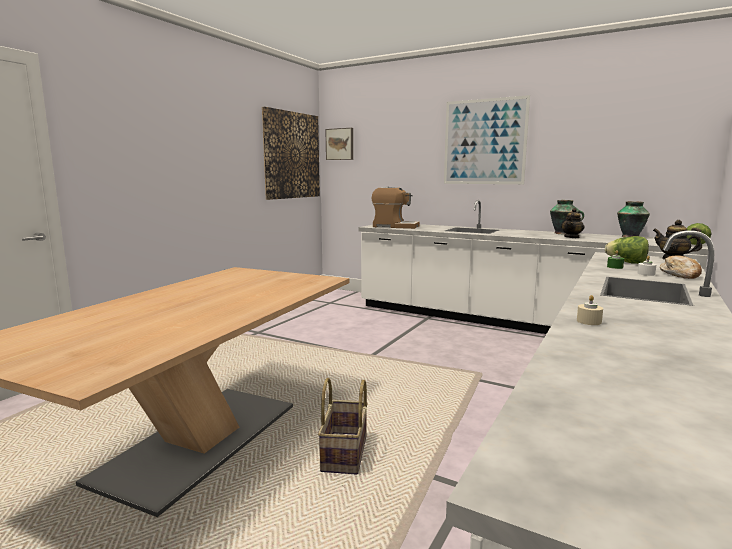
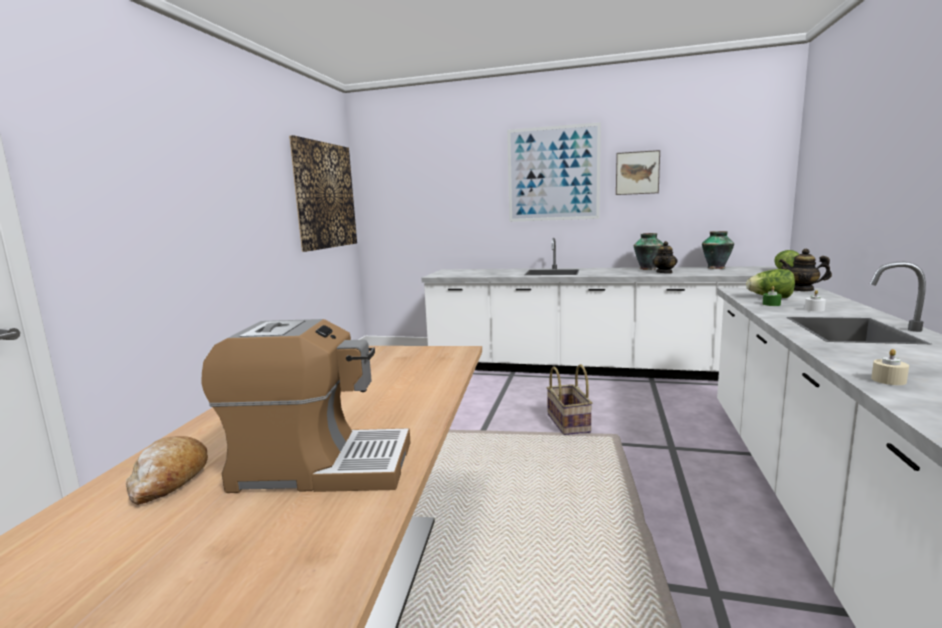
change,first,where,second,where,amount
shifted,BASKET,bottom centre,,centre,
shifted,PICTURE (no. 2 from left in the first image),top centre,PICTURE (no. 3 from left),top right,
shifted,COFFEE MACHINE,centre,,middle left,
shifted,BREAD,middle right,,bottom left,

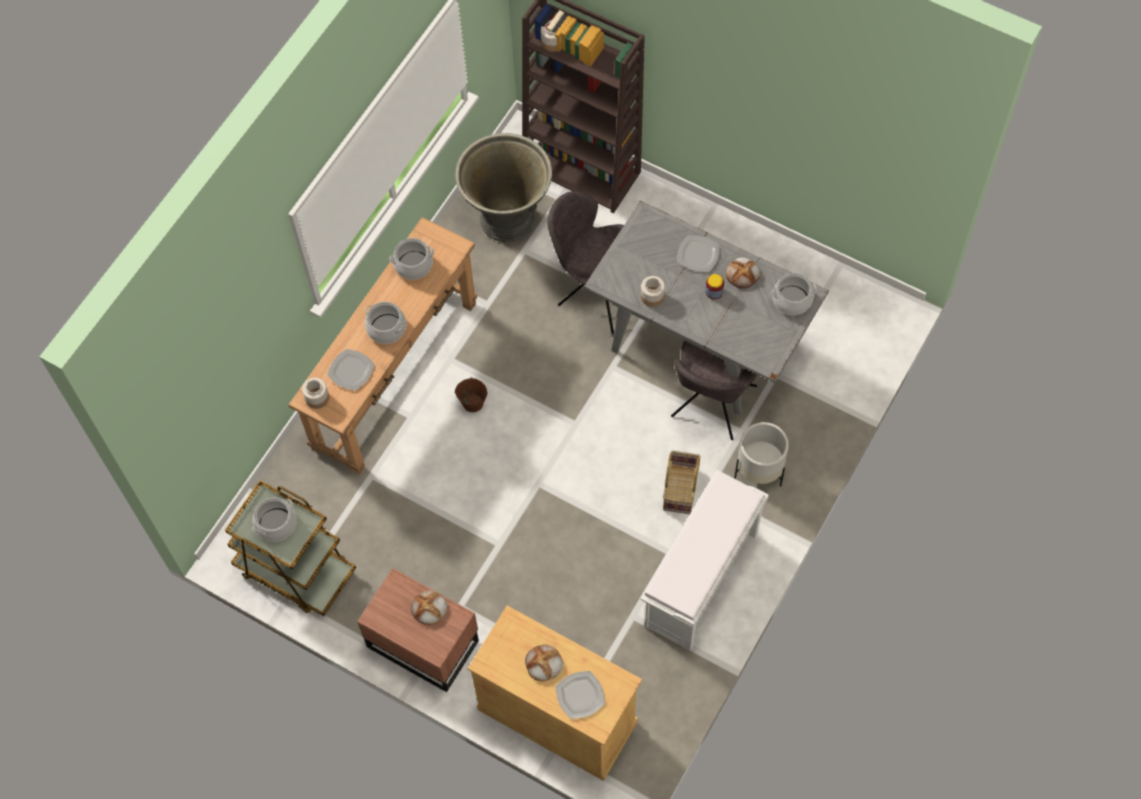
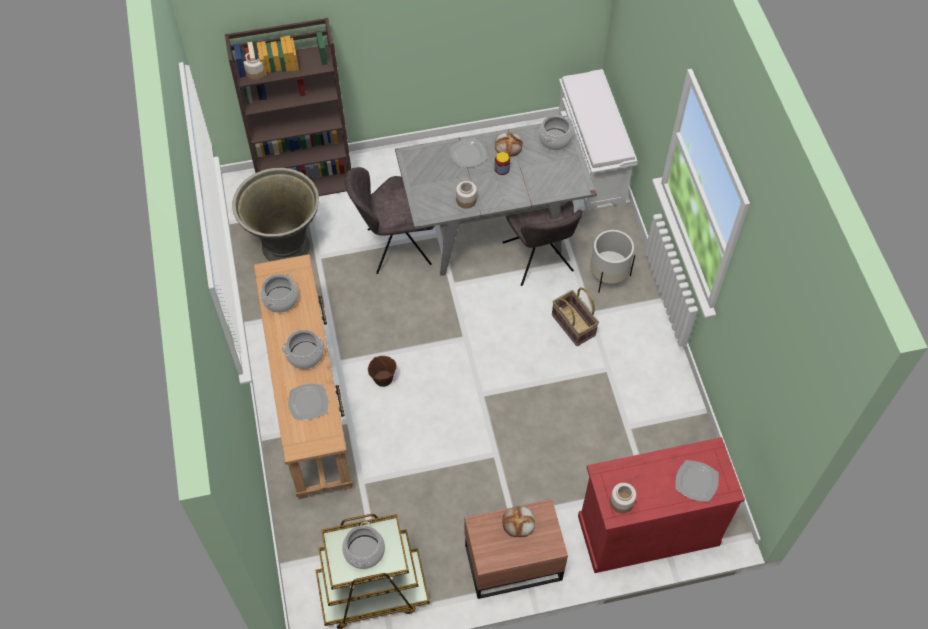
change,first,where,second,where,amount
gone,BREAD (no. 2 from left),bottom centre,,,
shifted,JAR (no. 1 from left in the first image),middle left,JAR (no. 4 from left),bottom right,
shifted,WHITE BENCH,bottom centre,,top centre,
repainted,BEIGE CABINET,bottom centre,RED CABINET,bottom right,

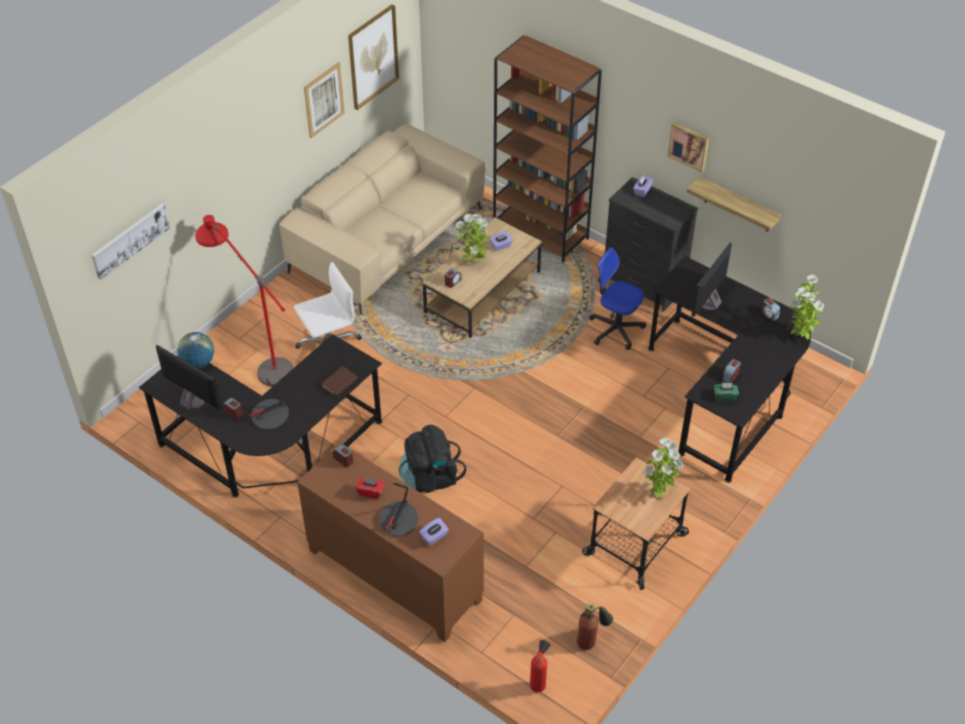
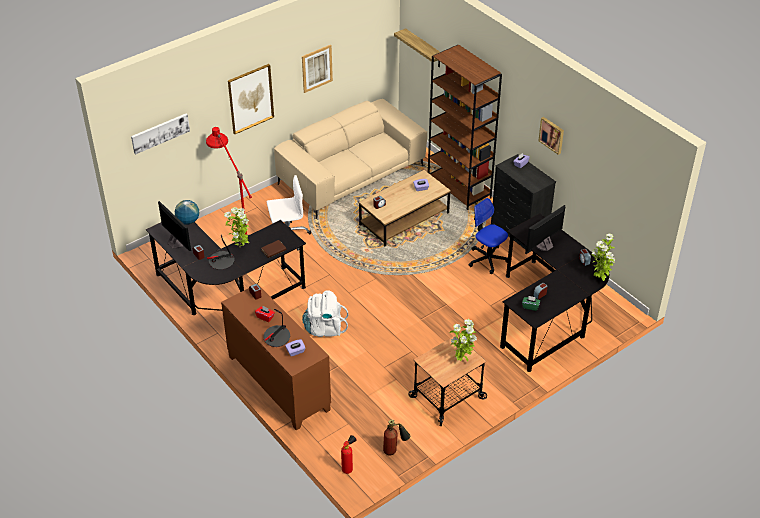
change,first,where,second,where,amount
shifted,PICTURE (no. 3 from left in the first image),top centre,PICTURE (no. 2 from left),top left,
shifted,POTTED PLANT (no. 1 from left),top centre,,middle left,
shifted,SHELF,top right,,top centre,
repainted,BLACK BACKPACK,centre,WHITE BACKPACK,centre,

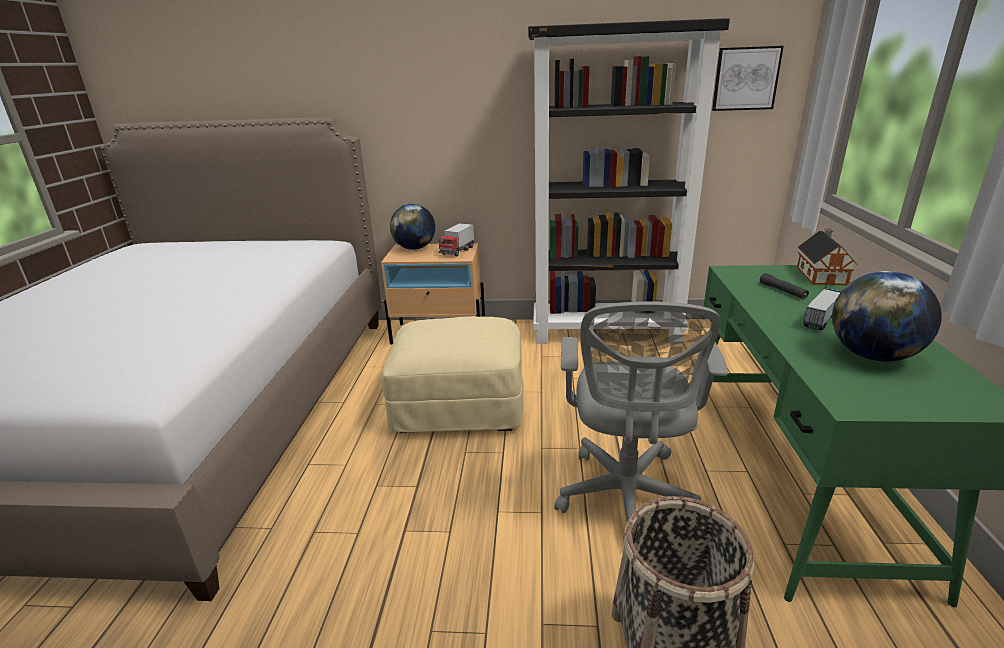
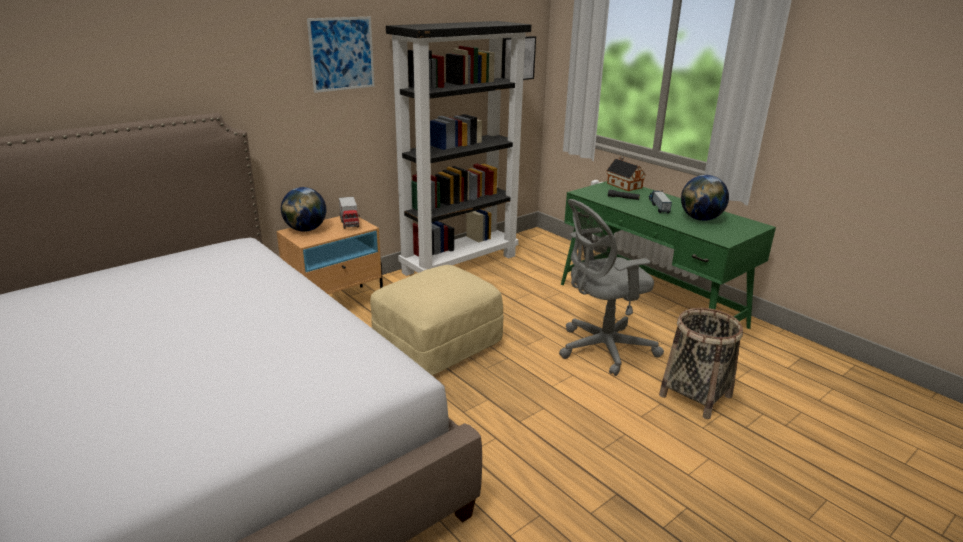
change,first,where,second,where,amount
new,,,PICTURE (no. 1 from left),top centre,
rotated,GREY OFFICE CHAIR,centre,,centre,105 degrees clockwise

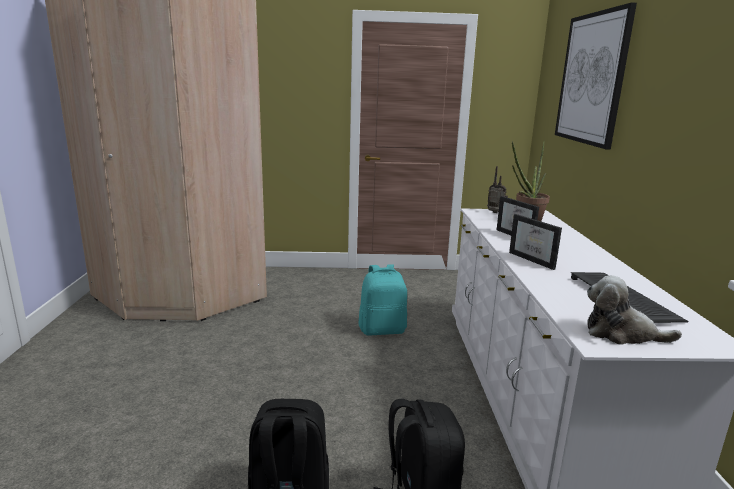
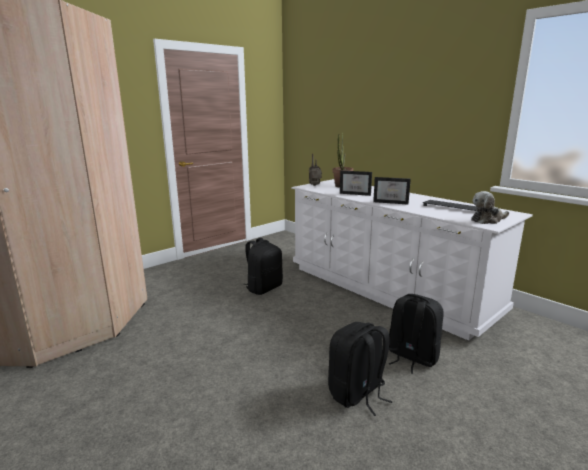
change,first,where,second,where,amount
gone,PICTURE,top right,,,
repainted,TURQUOISE BACKPACK,centre,BLACK BACKPACK (no. 1 from left),centre,

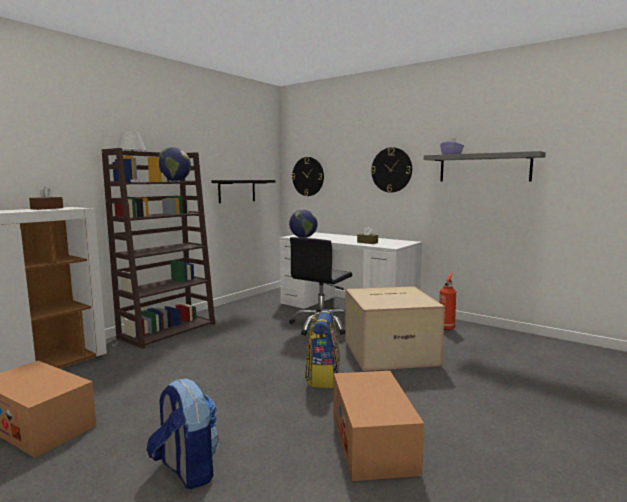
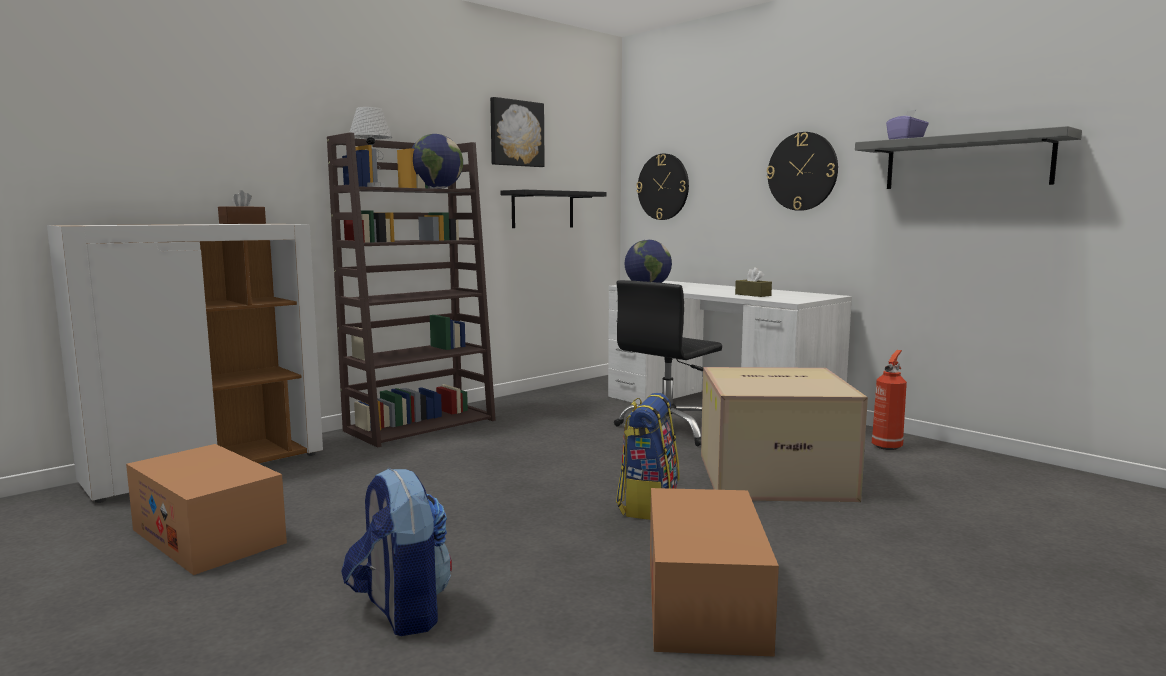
change,first,where,second,where,amount
new,,,PICTURE,top centre,

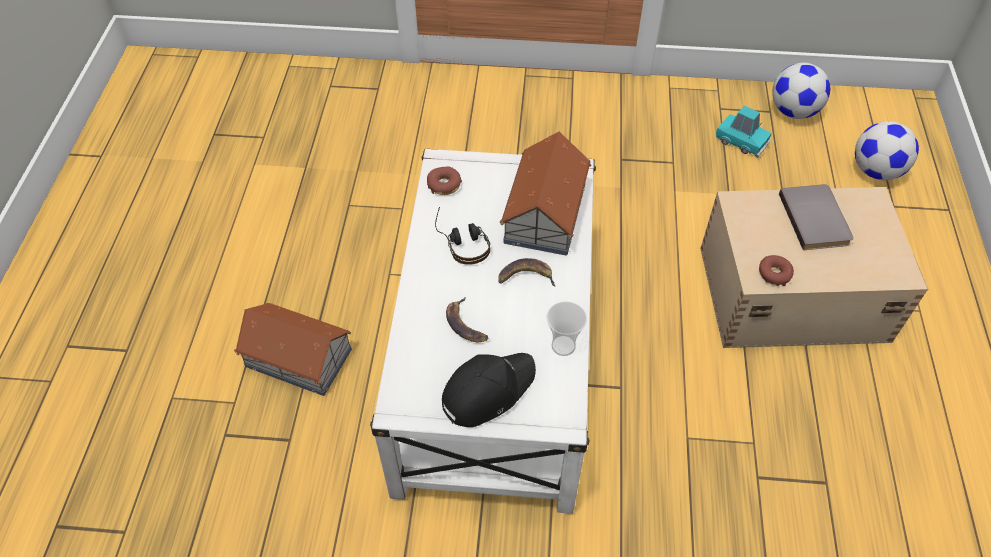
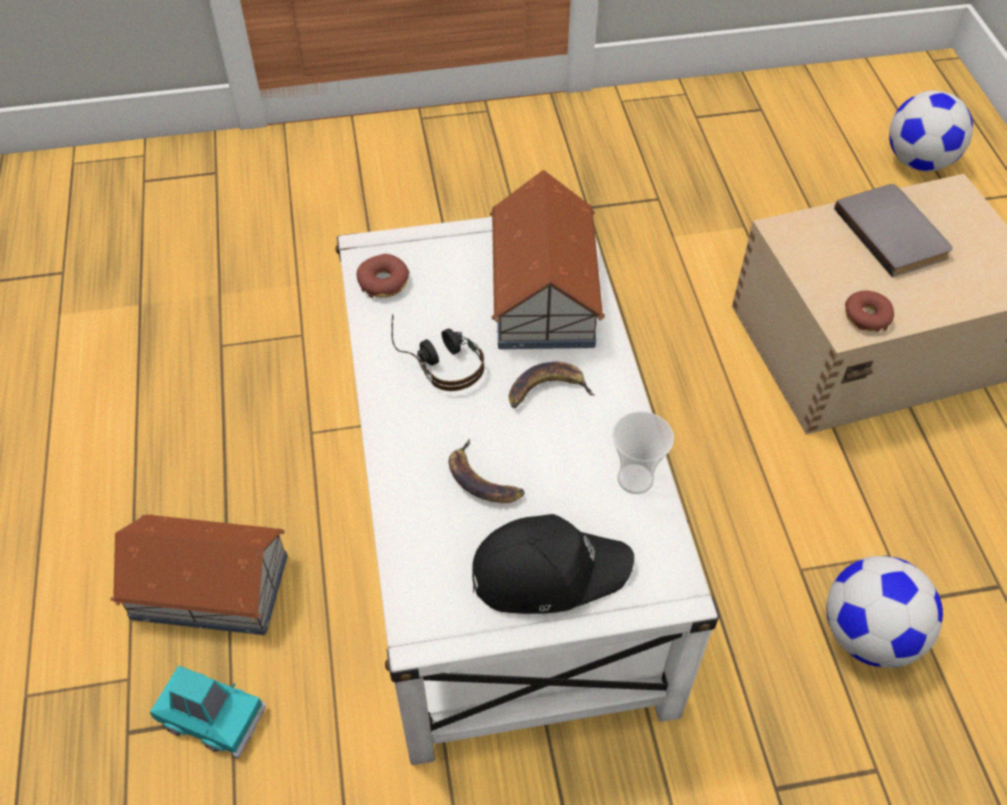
change,first,where,second,where,amount
shifted,TURQUOISE TOY CAR,top right,,bottom left,
shifted,FOOTBALL (no. 1 from left),top right,,bottom right,
rotated,BLACK CAP,bottom centre,,bottom centre,45 degrees clockwise

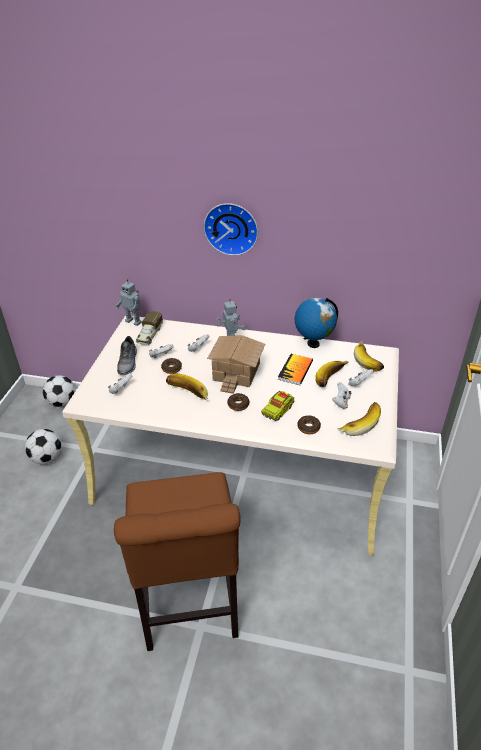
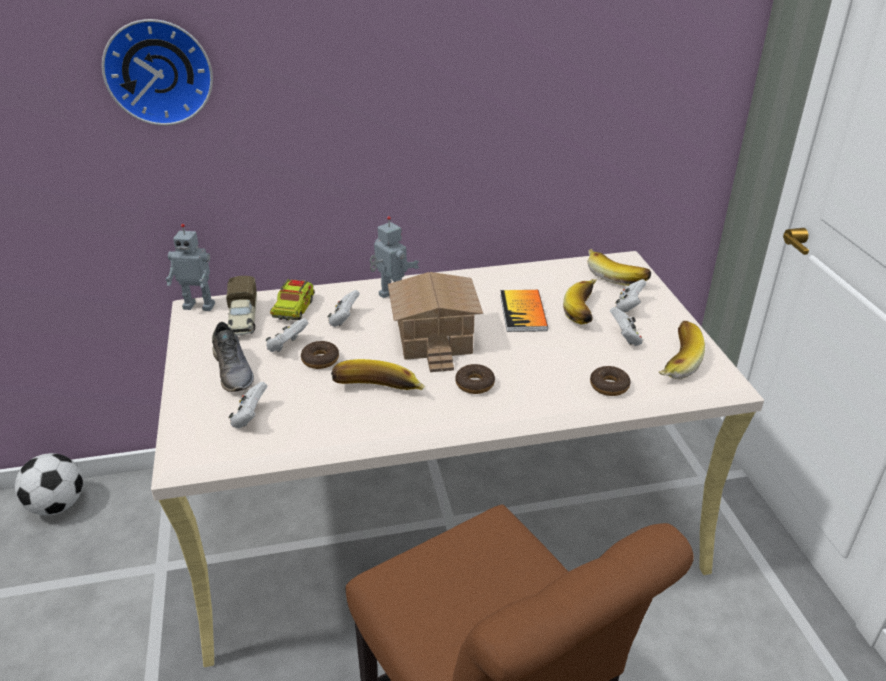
change,first,where,second,where,amount
gone,FOOTBALL (no. 1 from left),middle left,,,
gone,GLOBE,centre,,,
shifted,WALL CLOCK,top centre,,top left,
shifted,TOY TRUCK (no. 2 from left),centre,,middle left,

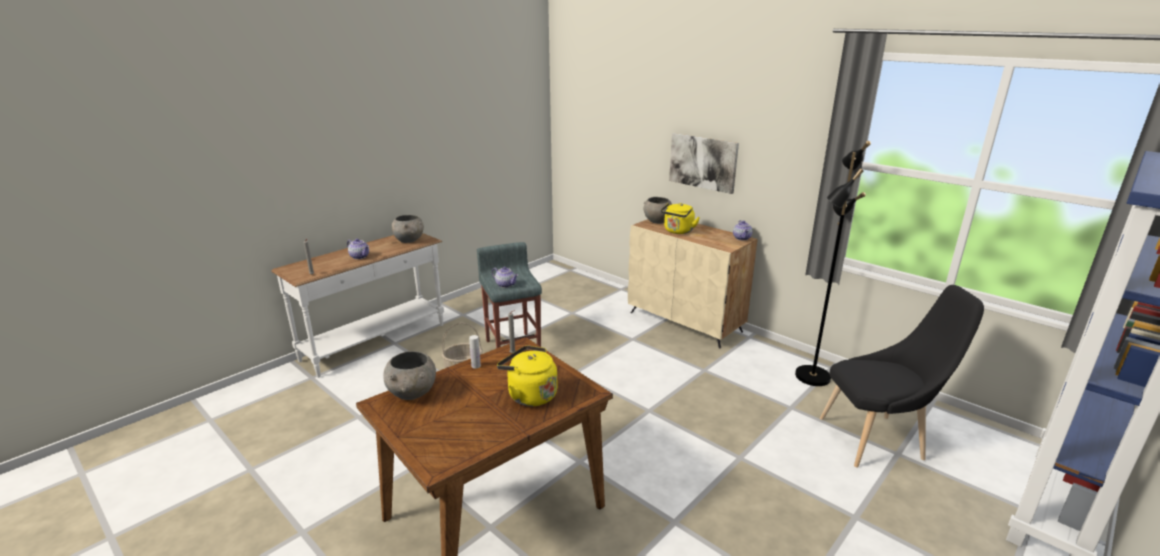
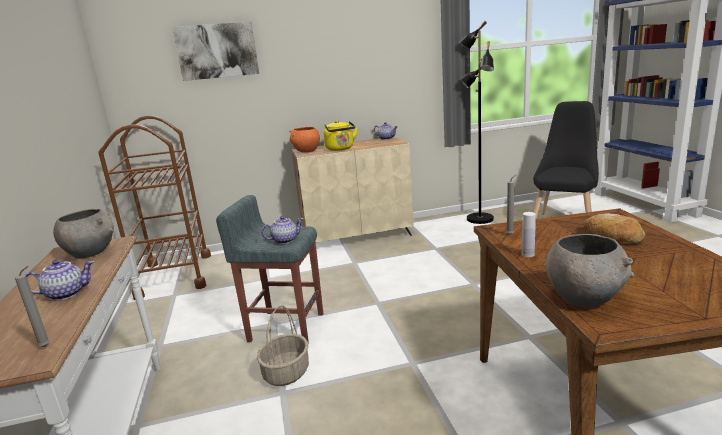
change,first,where,second,where,amount
new,,,BROWN CART,middle left,
shifted,PICTURE,top centre,,top left,
swapped,YELLOW KETTLE (no. 1 from left),bottom centre,BREAD,middle right,
repainted,GREY BOWL (no. 3 from left),centre,ORANGE BOWL,top centre,

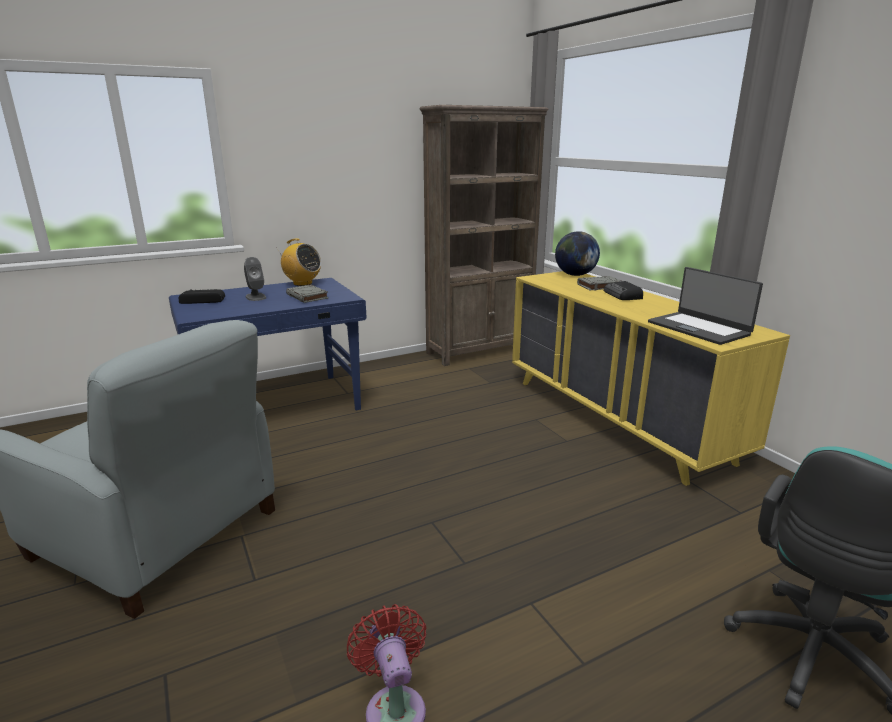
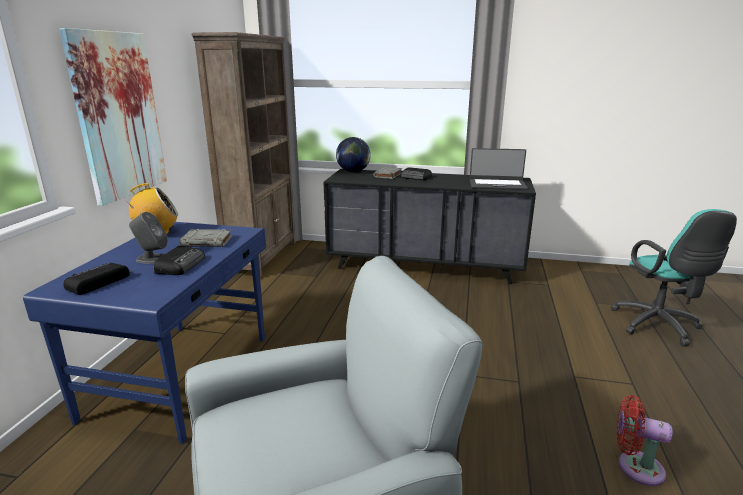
change,first,where,second,where,amount
new,,,PICTURE,top left,
new,,,RADIO (no. 3 from left),middle left,
repainted,YELLOW DRESSER,middle right,BLACK DRESSER,centre,

